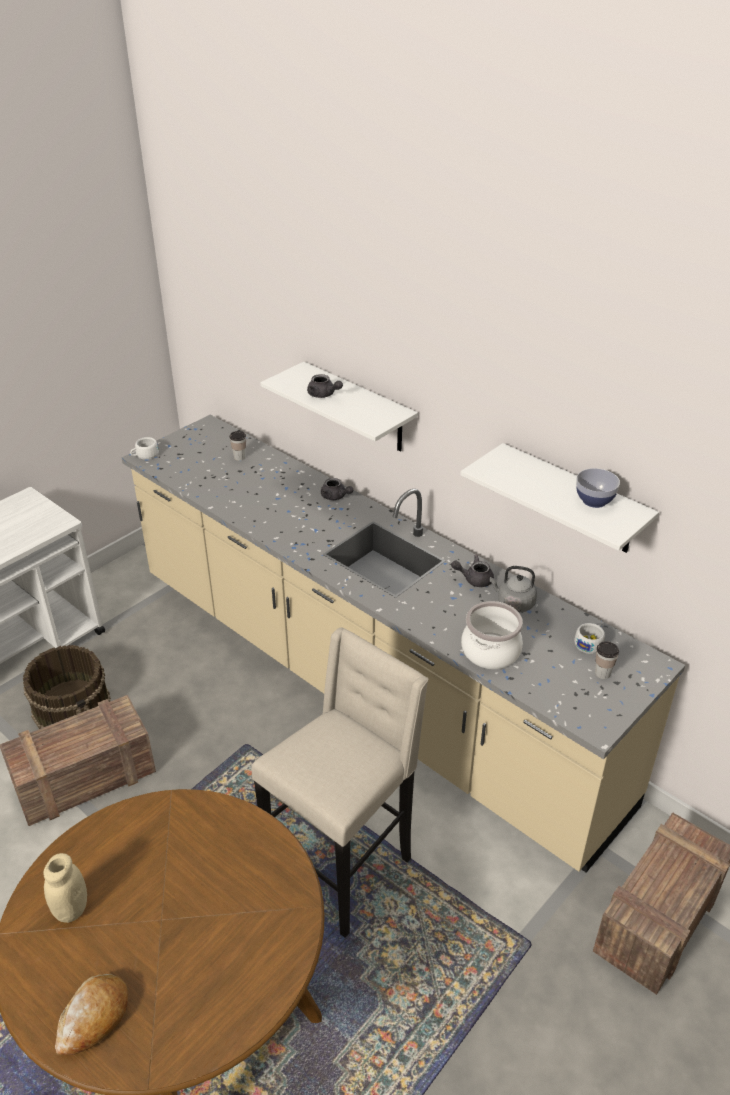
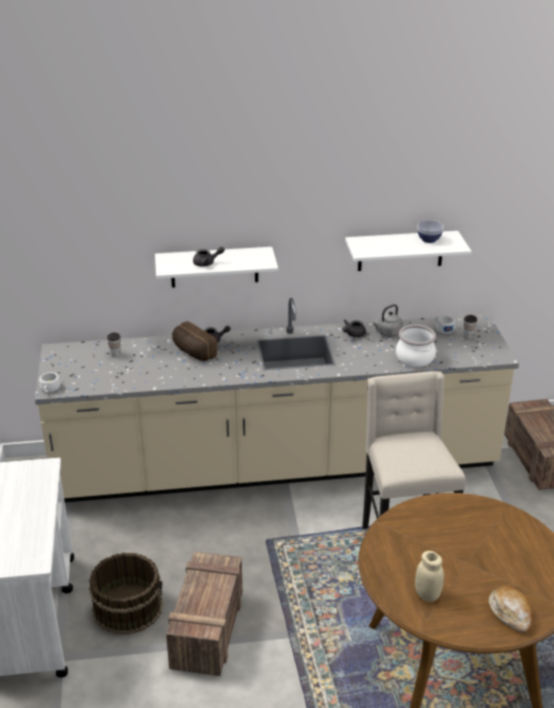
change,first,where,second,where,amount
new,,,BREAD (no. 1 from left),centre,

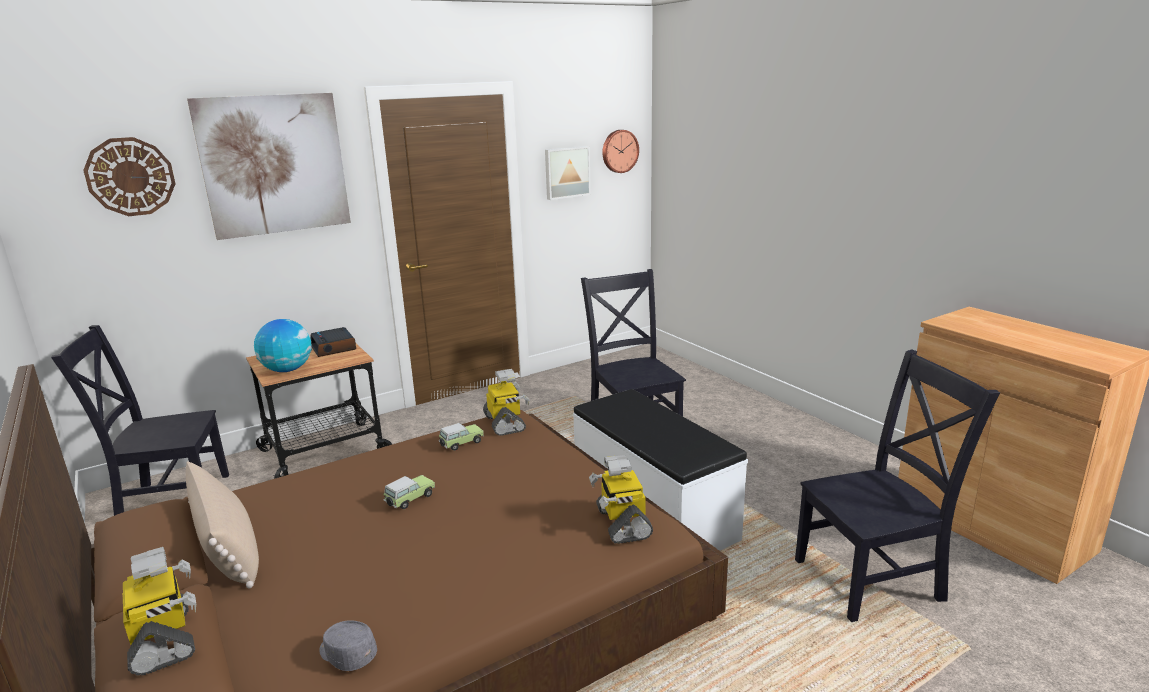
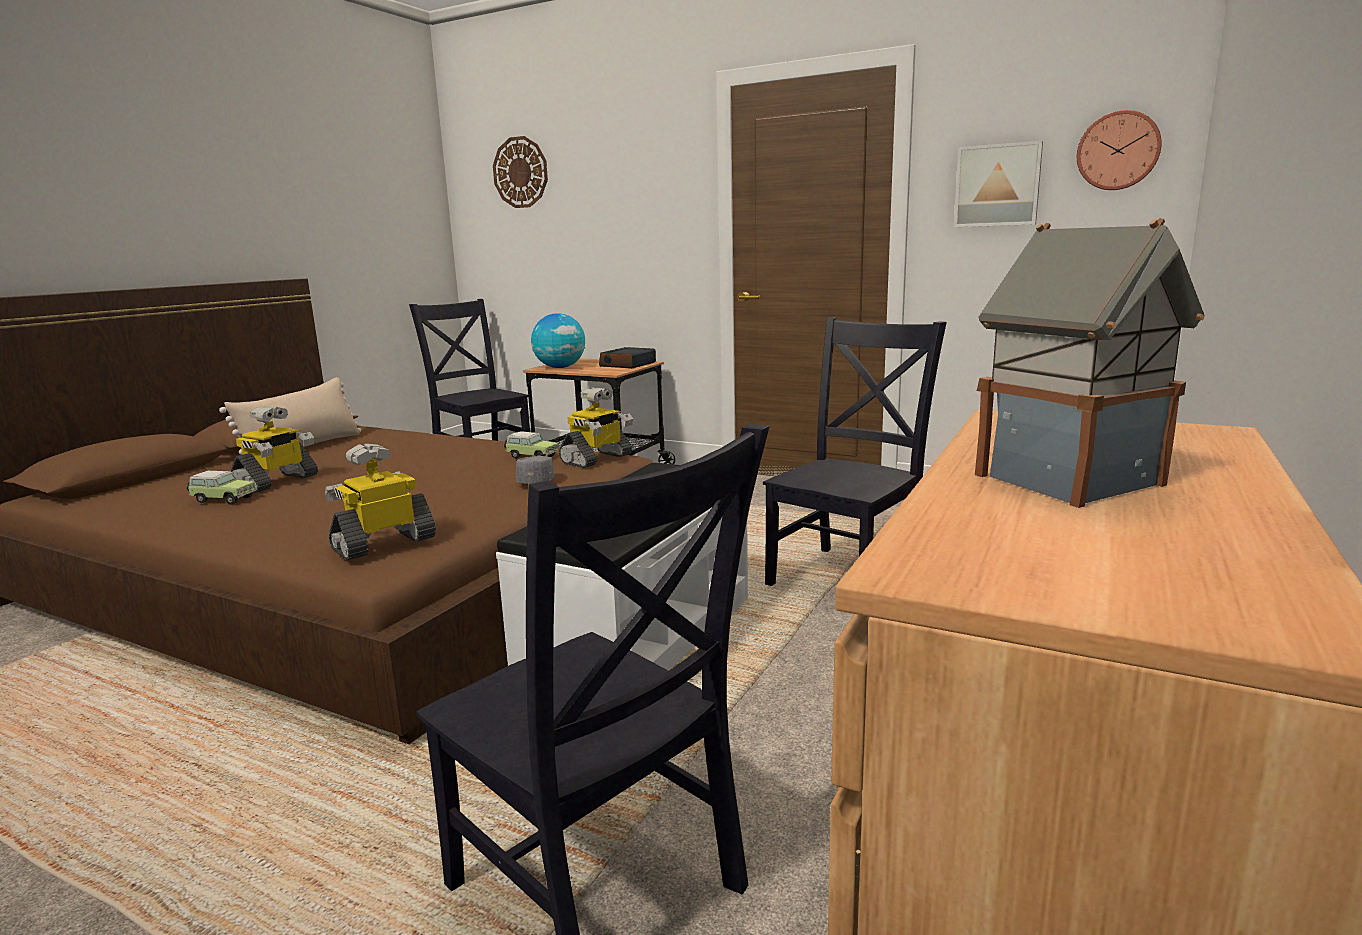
change,first,where,second,where,amount
gone,PICTURE (no. 1 from left),top left,,,
new,,,TOY HOUSE,middle right,
shifted,TOY ROBOT (no. 1 from left),bottom left,,middle left,
shifted,GREY CAP,bottom left,,centre,
shifted,TOY CAR (no. 1 from left),bottom centre,,middle left,

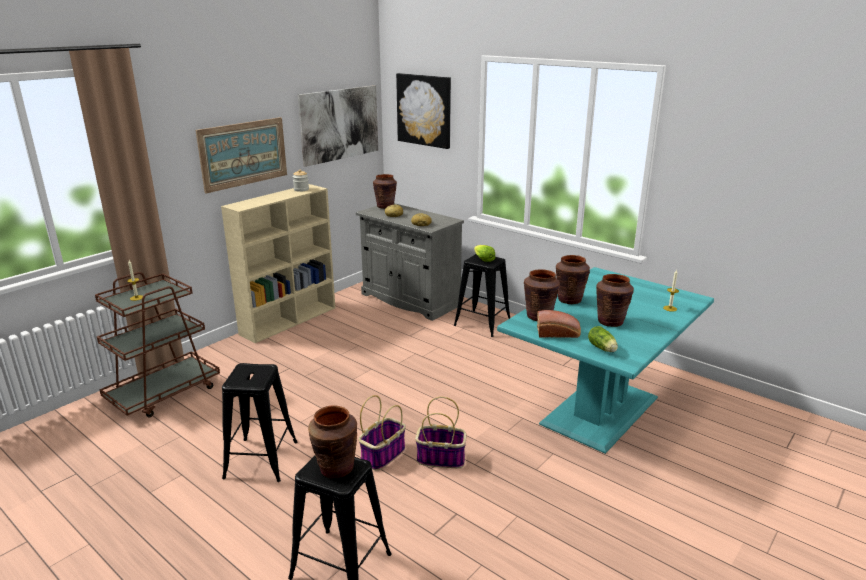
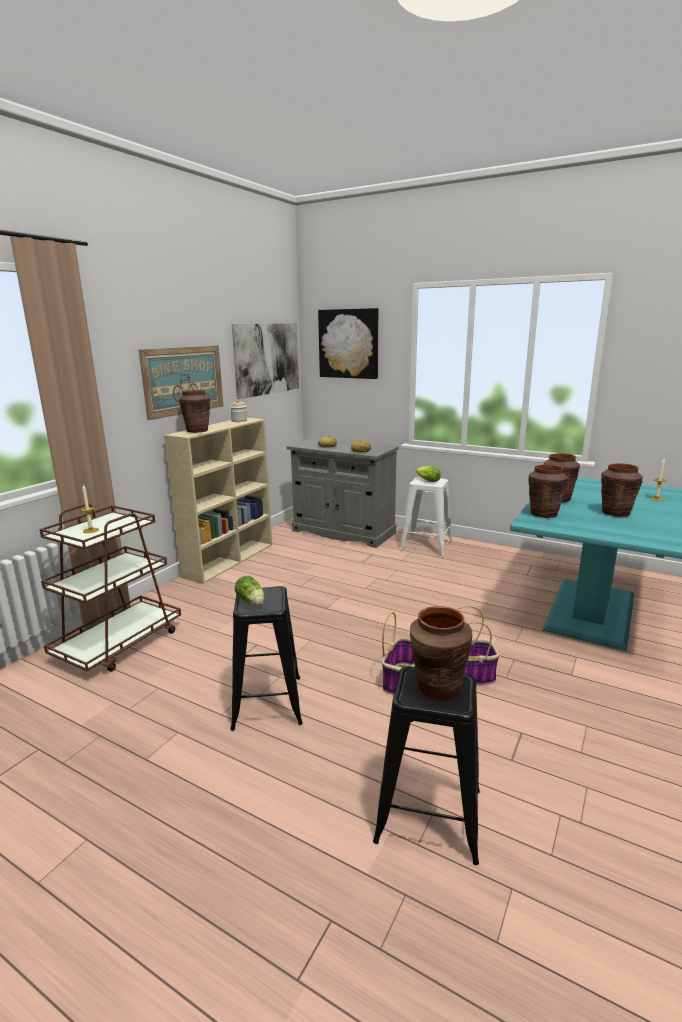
change,first,where,second,where,amount
gone,BREAD (no. 3 from left),centre,,,
shifted,BROWN VASE (no. 2 from left in the first image),top centre,BROWN VASE (no. 1 from left),middle left,
shifted,LETTUCE (no. 2 from left in the first image),middle right,LETTUCE (no. 1 from left),centre,
repainted,BLACK STOOL (no. 3 from left),centre,WHITE STOOL,centre,

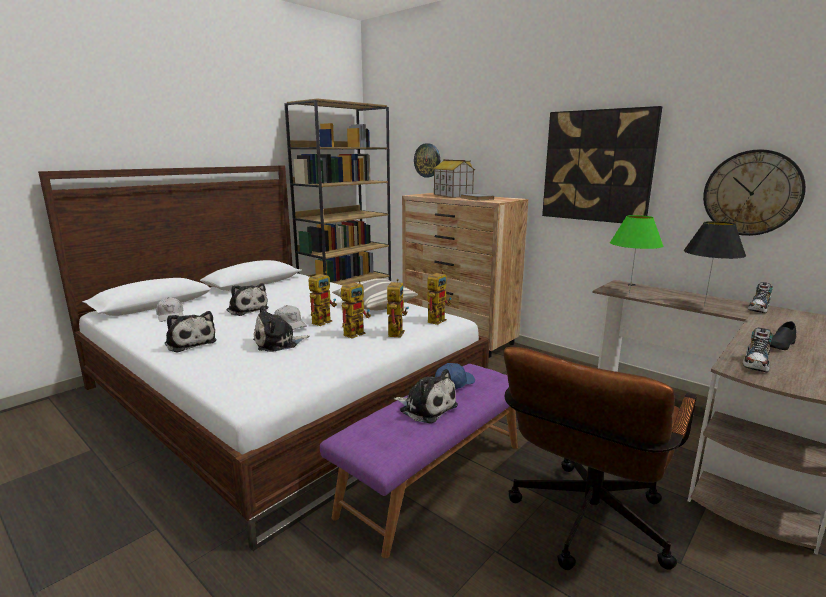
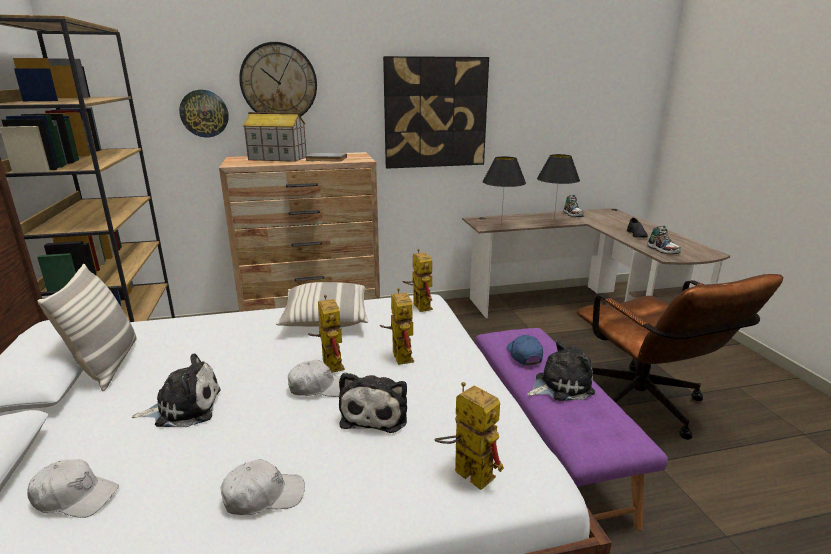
change,first,where,second,where,amount
new,,,PILLOW (no. 1 from left),middle left,
shifted,TOY ROBOT (no. 3 from left in the first image),centre,TOY ROBOT (no. 4 from left),bottom centre,
shifted,WALL CLOCK (no. 2 from left),top right,,top centre,
swapped,PLUSH TOY (no. 1 from left),middle left,WHITE CAP (no. 2 from left),bottom left,
repainted,GREEN TABLE LAMP,middle right,BLACK TABLE LAMP (no. 1 from left),centre,

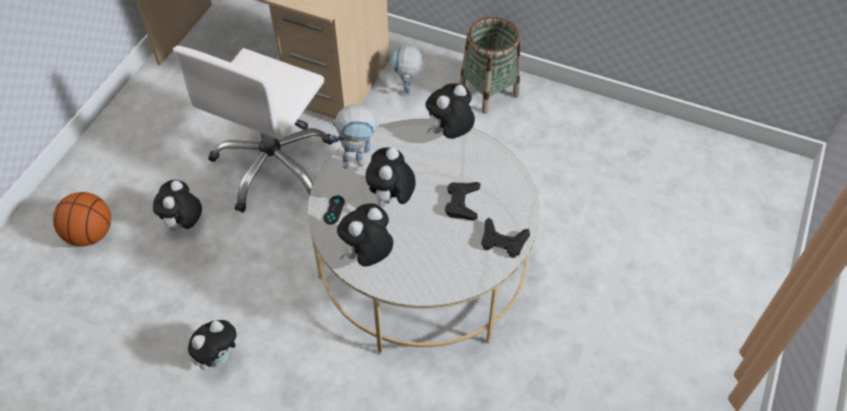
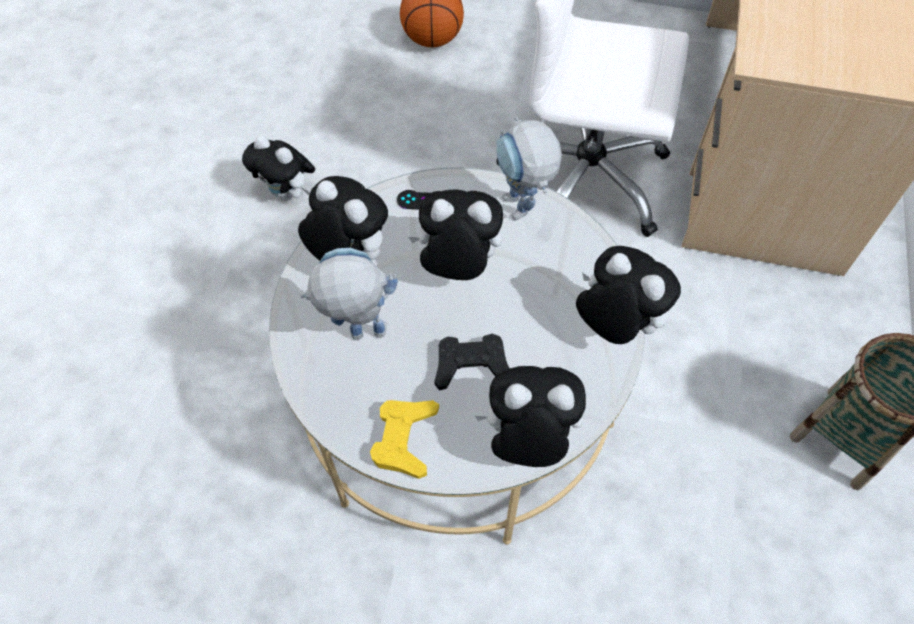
change,first,where,second,where,amount
shifted,PLUSH TOY (no. 1 from left in the first image),middle left,PLUSH TOY (no. 4 from left),bottom centre,
shifted,TOY ROBOT (no. 2 from left in the first image),top centre,TOY ROBOT (no. 1 from left),centre,
repainted,BLACK GAME CONTROLLER (no. 3 from left),centre,YELLOW GAME CONTROLLER,bottom centre,

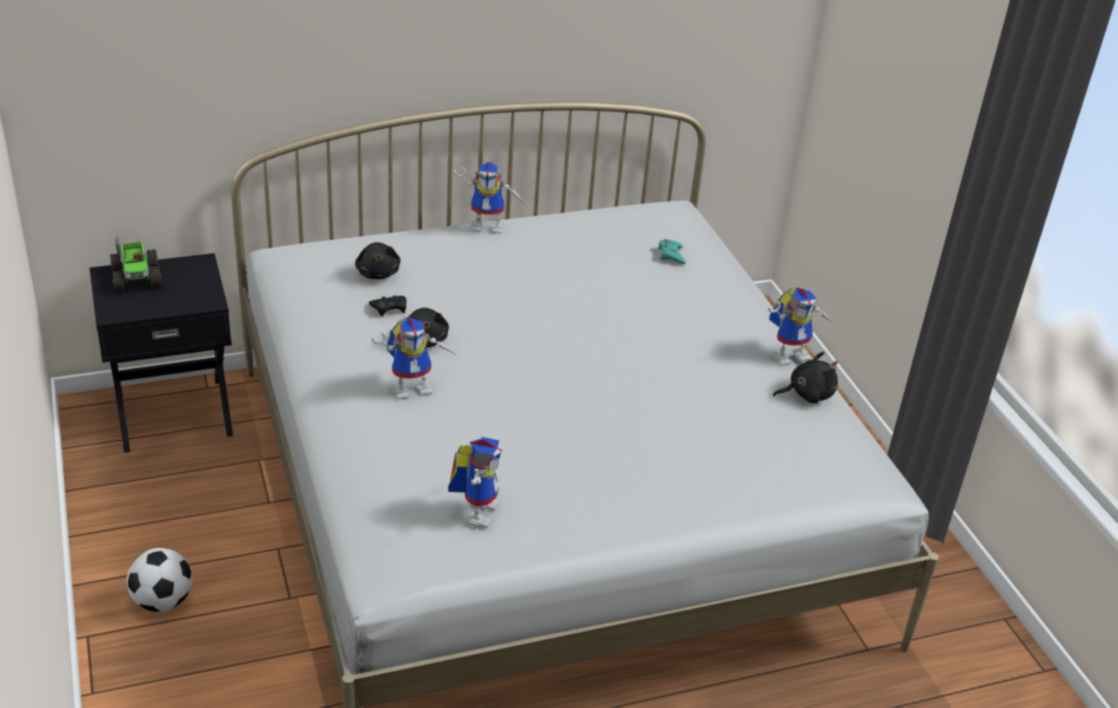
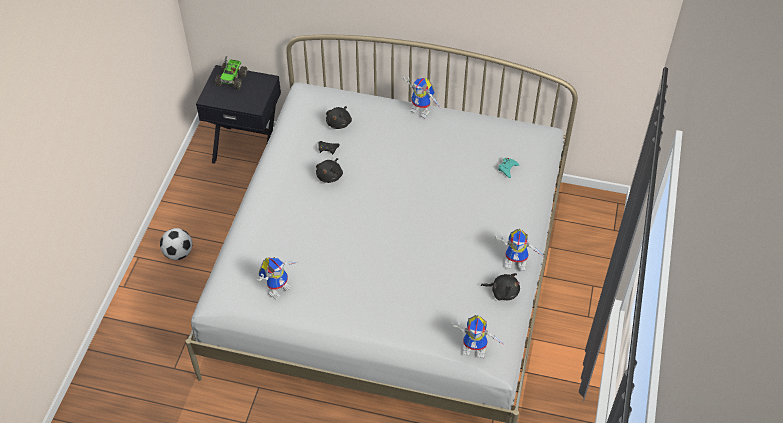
change,first,where,second,where,amount
shifted,TOY ROBOT (no. 1 from left in the first image),centre,TOY ROBOT (no. 3 from left),bottom centre,

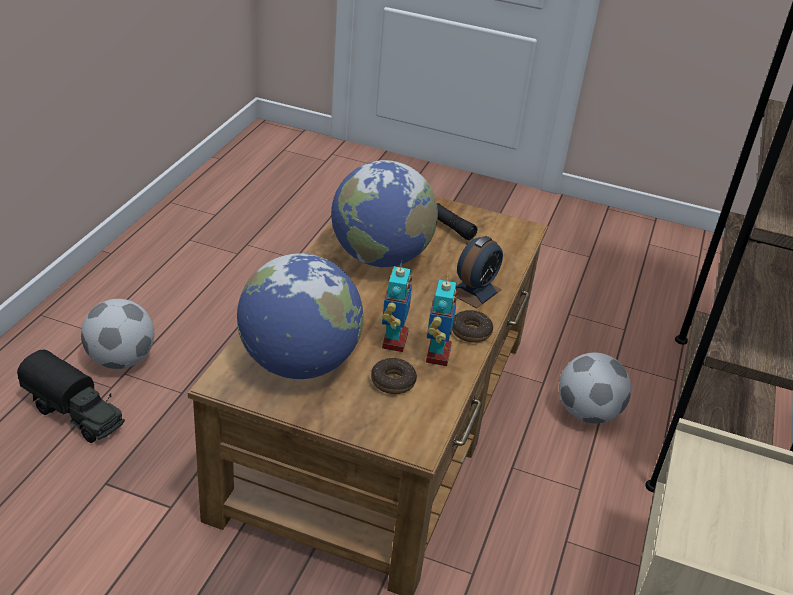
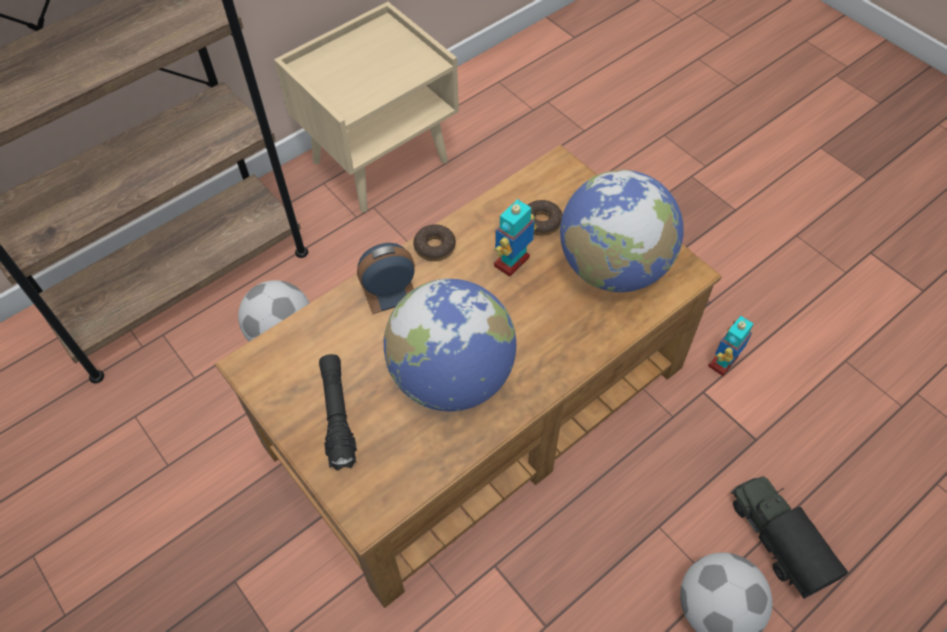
change,first,where,second,where,amount
shifted,TOY ROBOT (no. 2 from left),centre,,middle right,

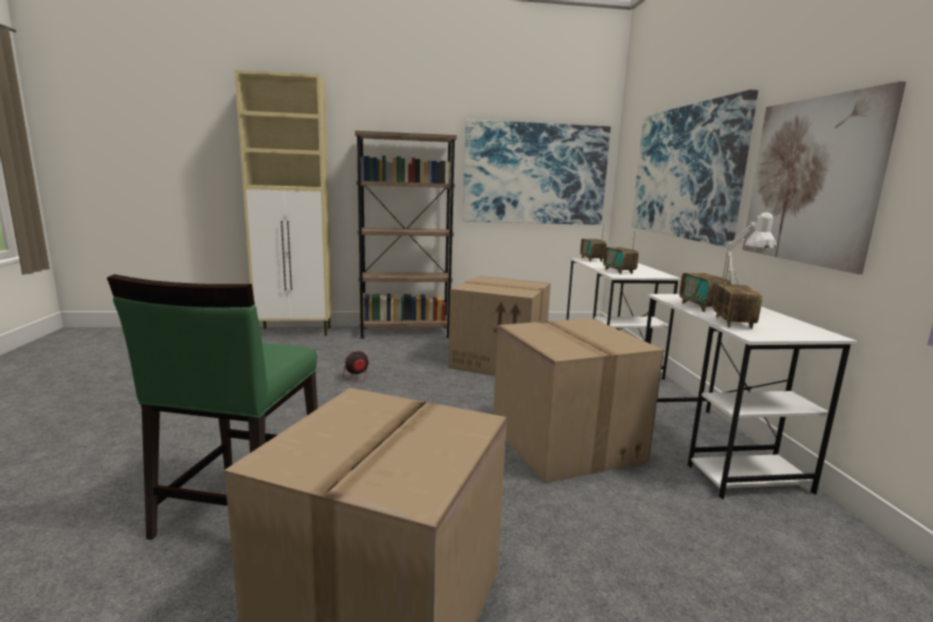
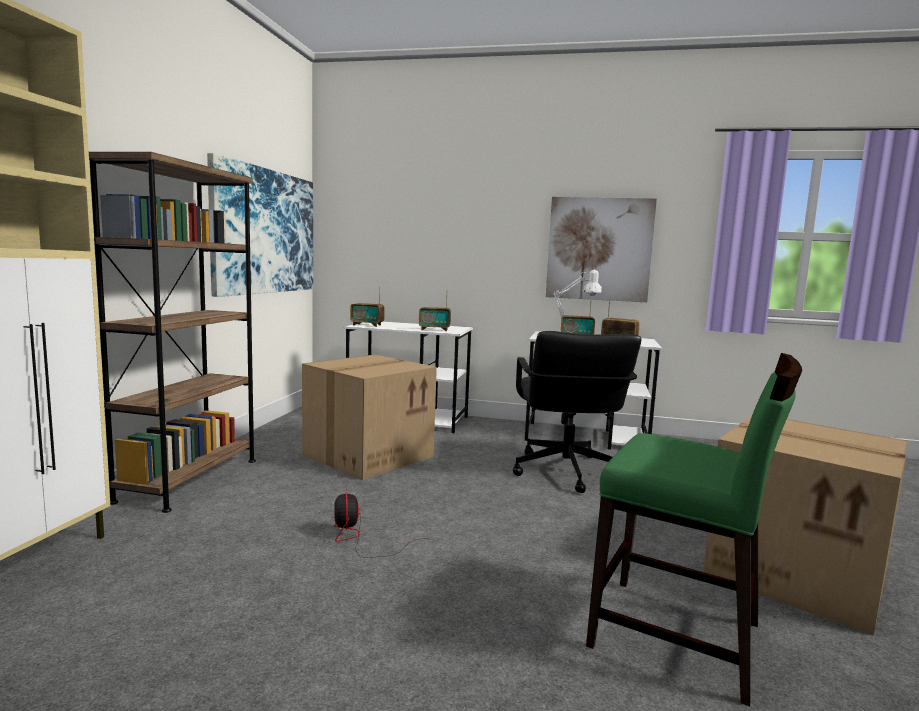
change,first,where,second,where,amount
gone,PICTURE (no. 2 from left),top right,,,
swapped,CARDBOARD BOX (no. 3 from left),centre,BLACK OFFICE CHAIR,centre,

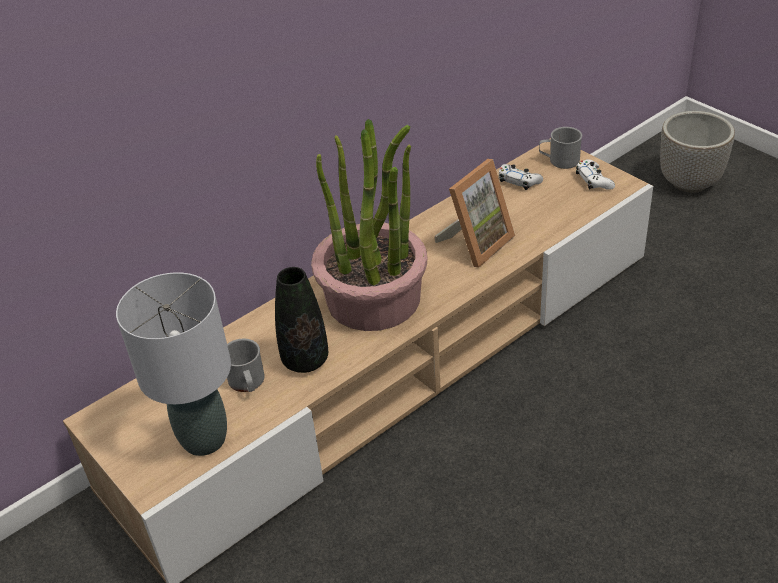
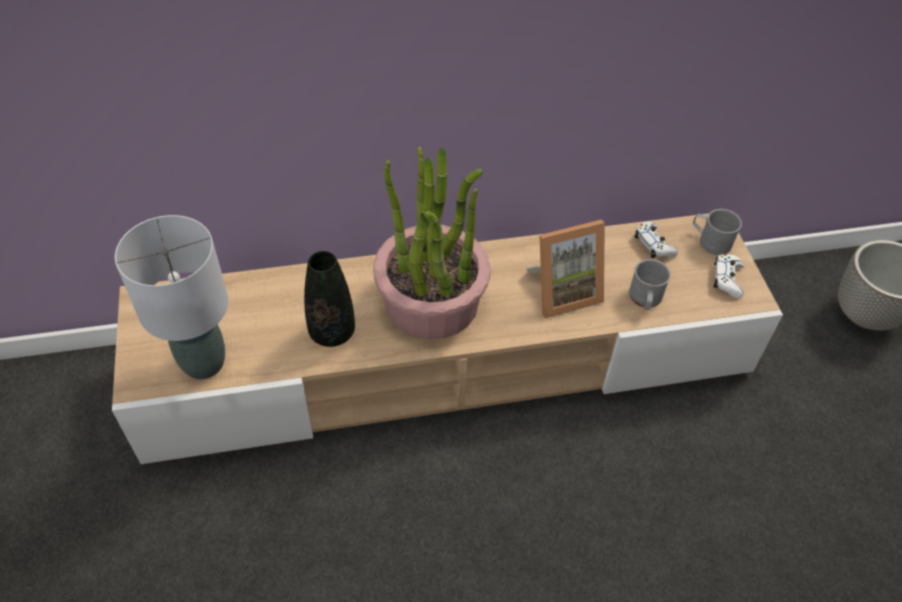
change,first,where,second,where,amount
shifted,GREY MUG (no. 1 from left),middle left,,middle right,

